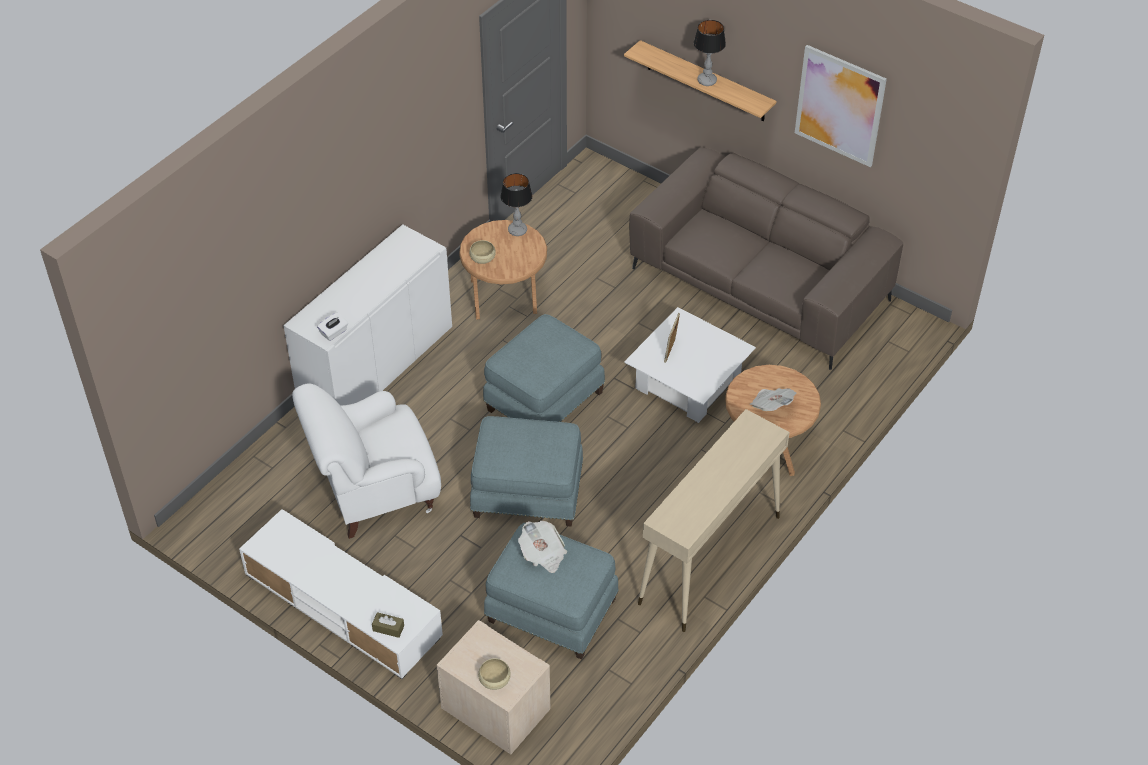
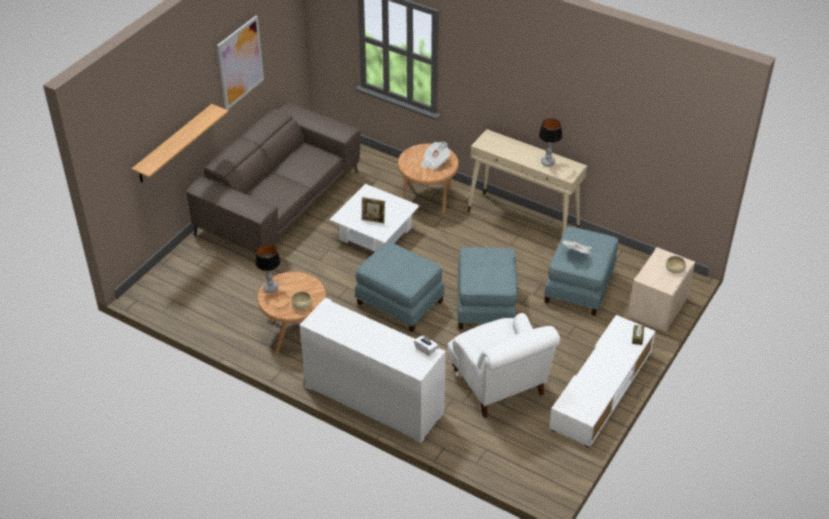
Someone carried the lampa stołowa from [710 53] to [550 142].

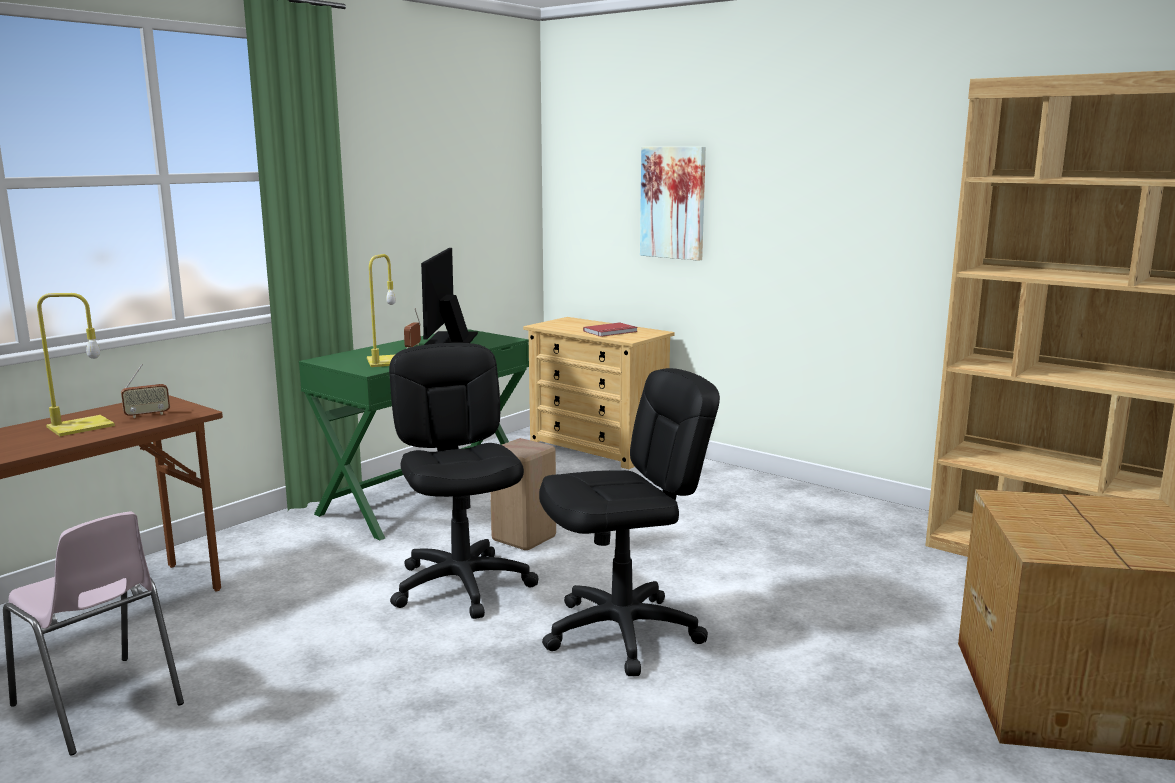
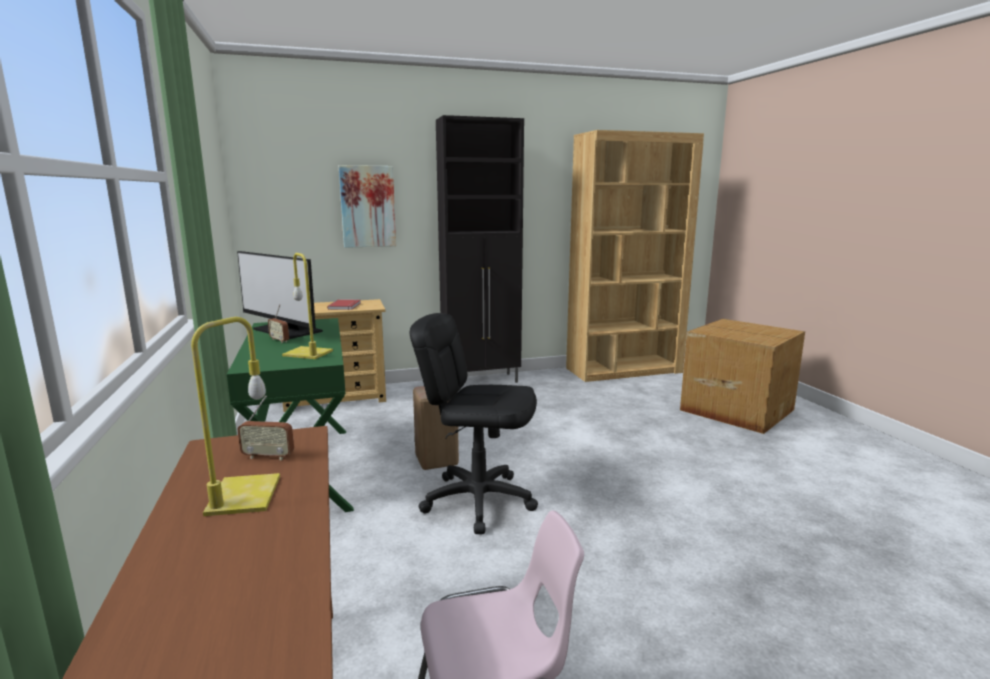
Someone took away the krzesło biurowe [czarny] at [629 522]. Someone put down the szafka [czarny] at [480 249]. Someone rotated the radio at [145 391] by 90 degrees clockwise.

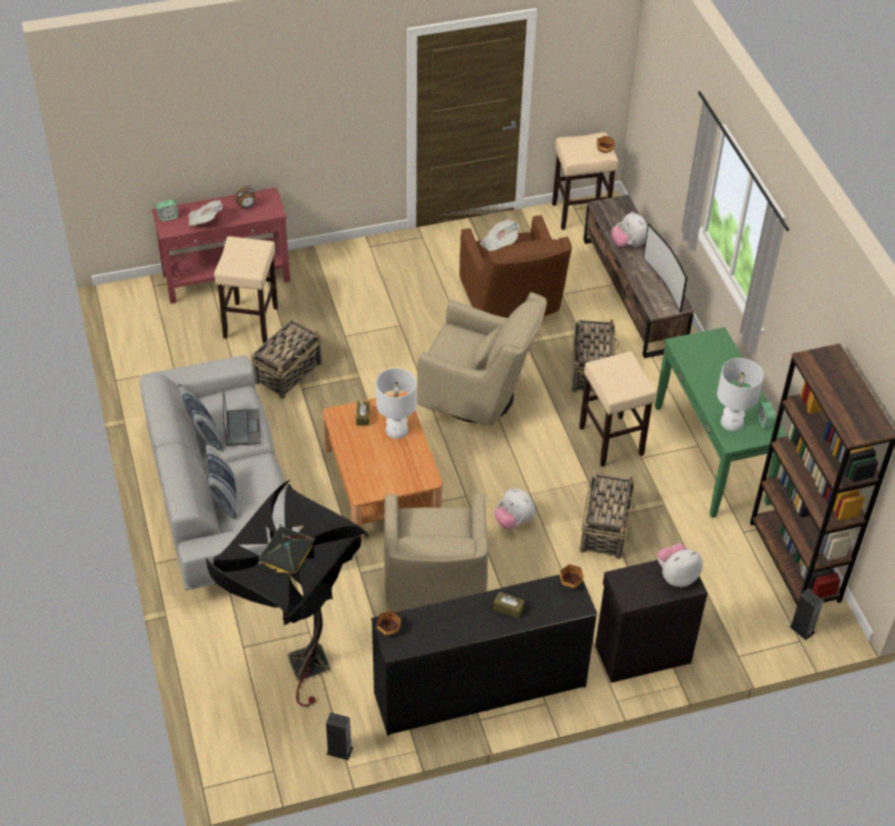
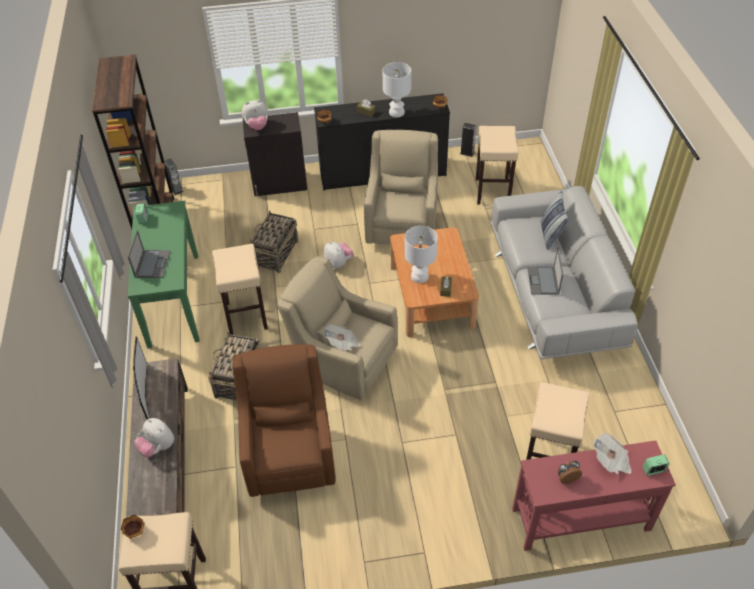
Someone took away the poduszka at [200 417]. Someone took away the koszyk at [286 359]. Someone put down the laptop at [149 254]. Someone carried the gazeta from [500 235] to [341 337]. Someone carried the lampa stołowa [biały] from [740 394] to [397 89]. Someone swapped the lampa stojąca [czarny] at [287 592] for the stołek [beżowy] at [497 165]. Someone rotated the pluszak at [629 229] by 150 degrees clockwise.

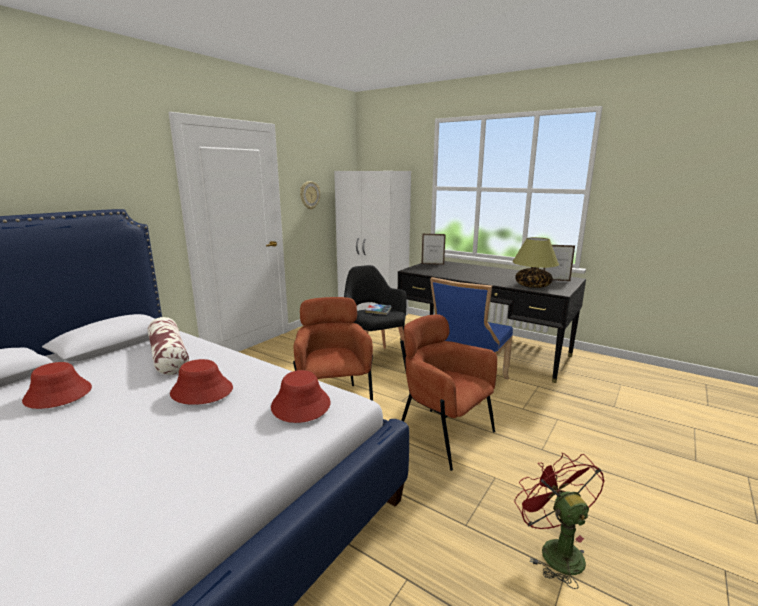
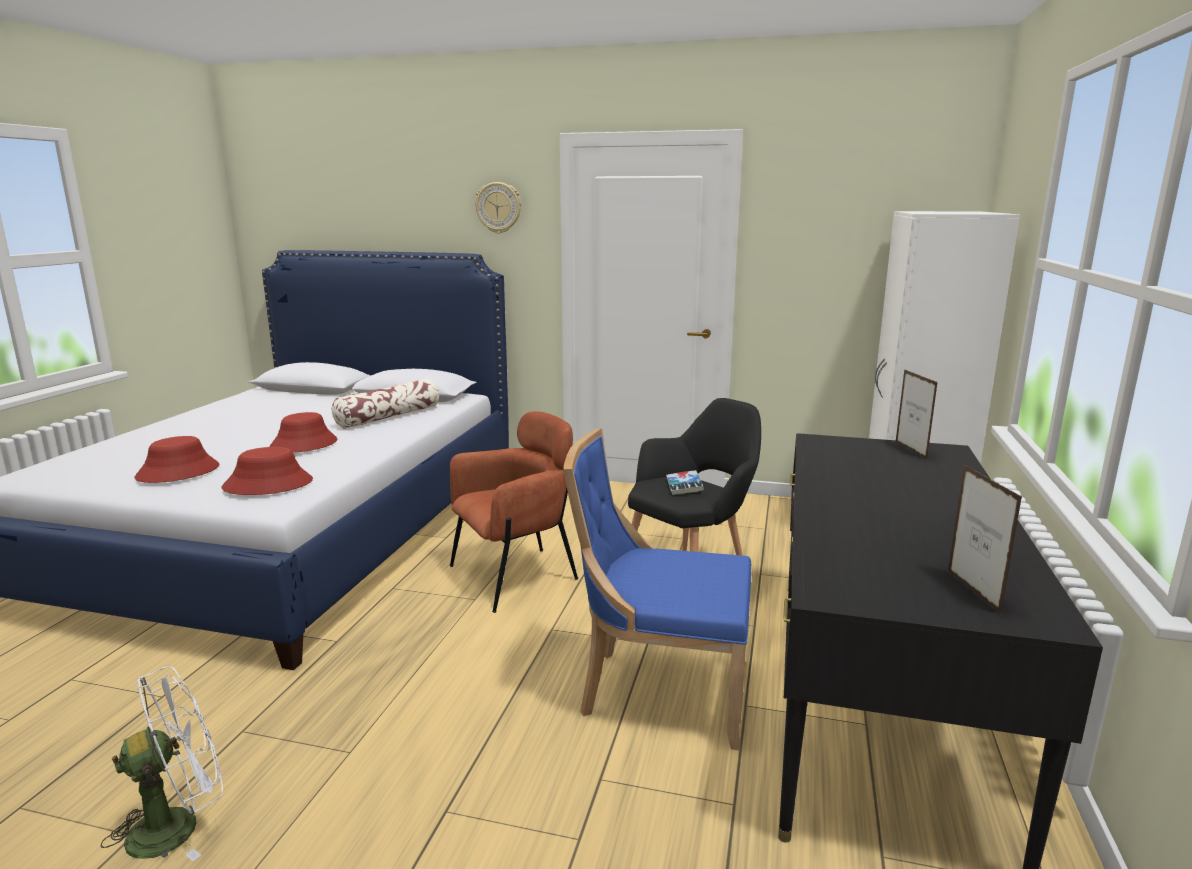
Someone took away the fotel [brązowy] at [448 392]. Someone took away the lampa stołowa at [535 262]. Someone carried the kapelusz [czerwony] from [57 385] to [176 459]. Someone carried the zegar ścienny from [310 195] to [498 207]. Someone repainted the wentylator [czerwony] at [559 521], which became the wentylator [biały] at [162 763].

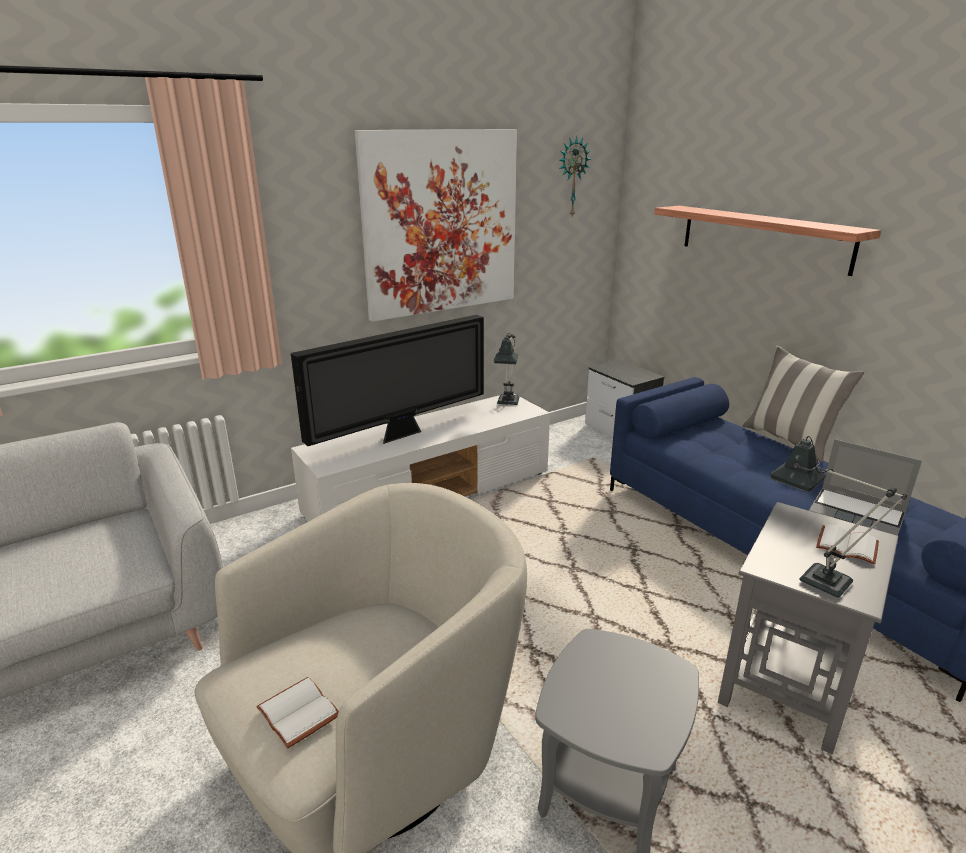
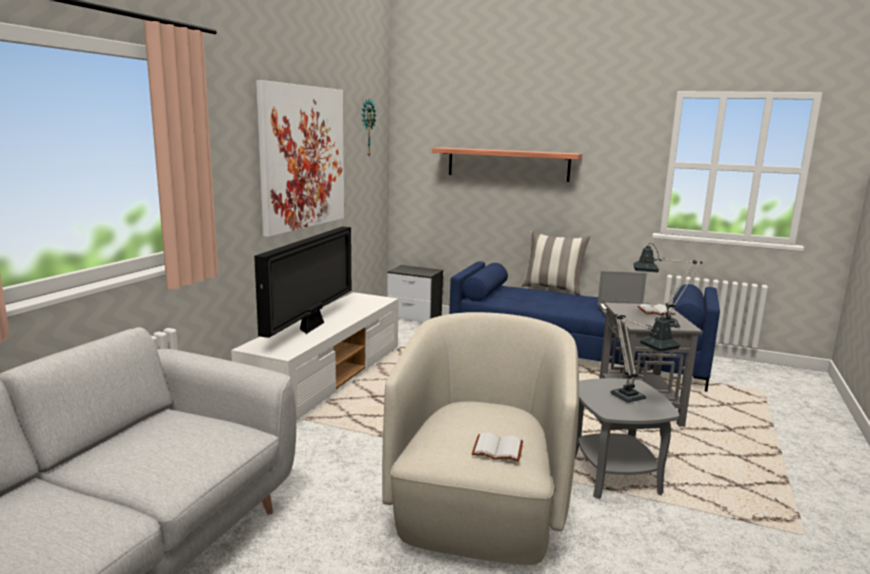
Someone carried the lampa stołowa from [506 369] to [645 358].

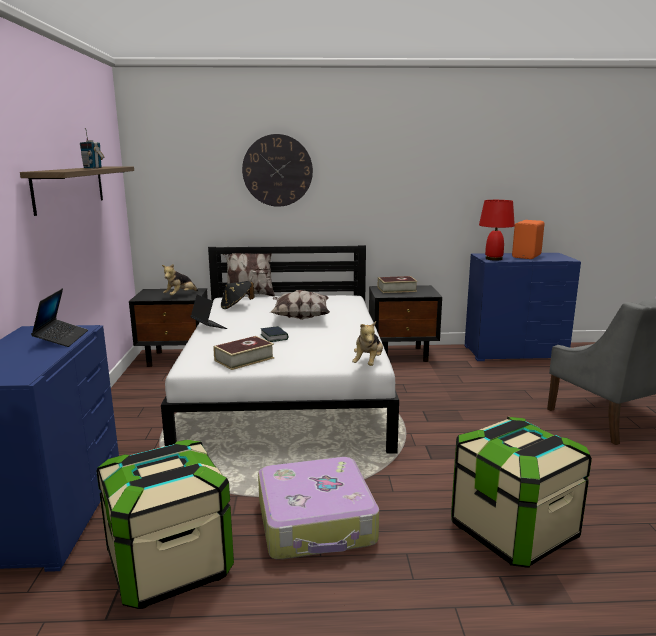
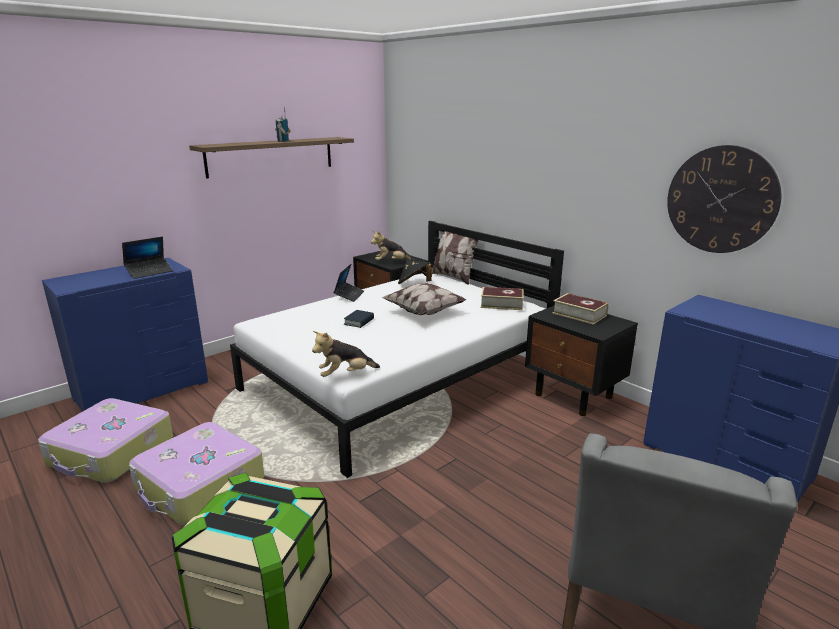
Someone took away the lampa stołowa [czerwony] at [497 230]. Someone took away the głośnik [pomarańczowy] at [528 239]. Someone carried the książka from [244 353] to [502 298]. Someone carried the zegar ścienny from [277 170] to [724 199]. Someone swapped the pojemnik do przechowywania at [165 524] for the walizka at [105 440].

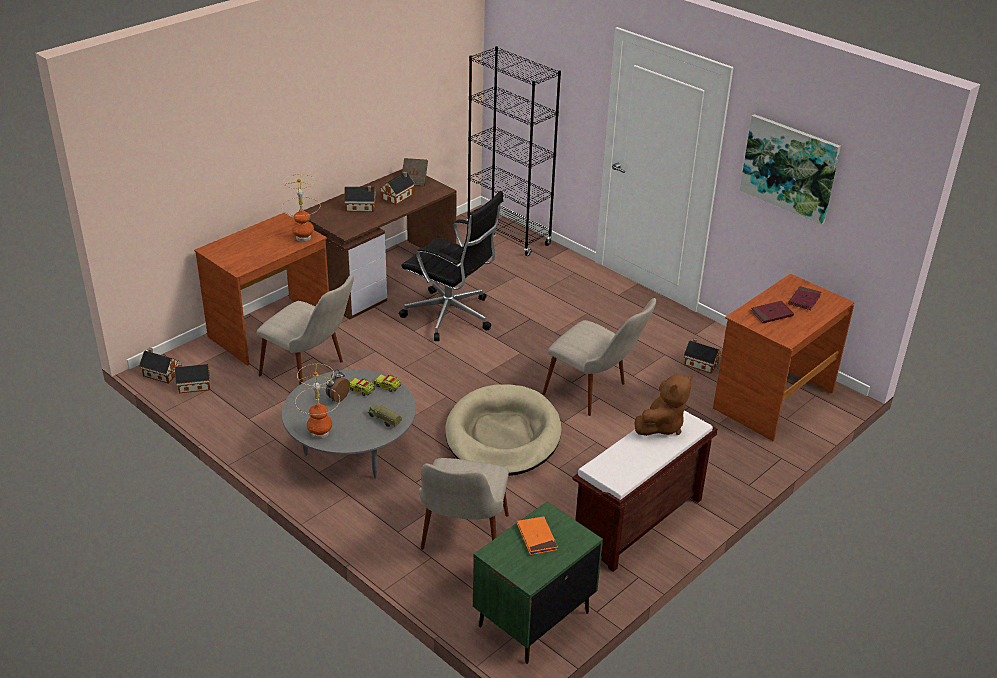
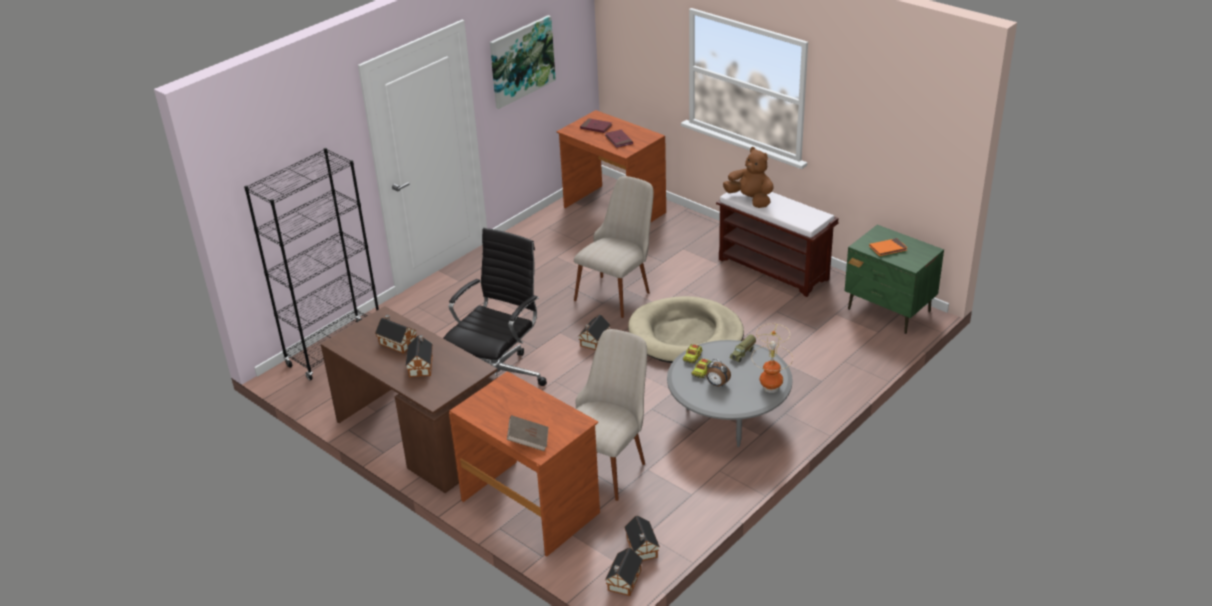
Someone took away the lampa stołowa at [301 208]. Someone took away the krzesło [beżowy] at [464 504]. Someone carried the książka [brązowy] from [415 172] to [527 433]. Someone carried the domek from [702 356] to [594 332].

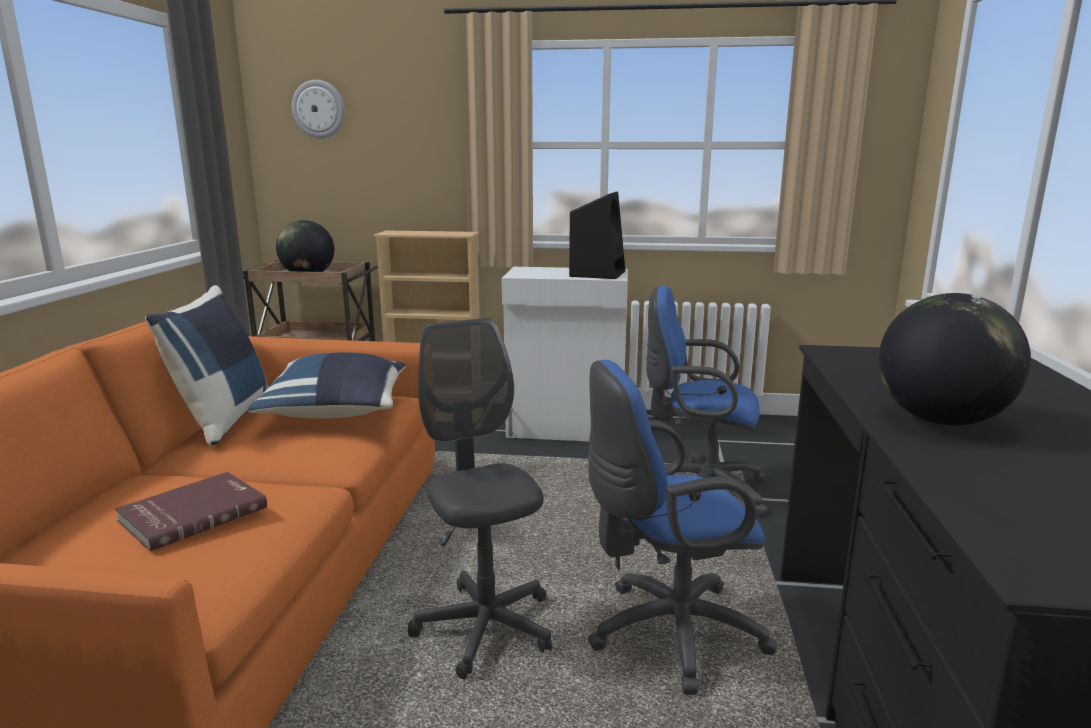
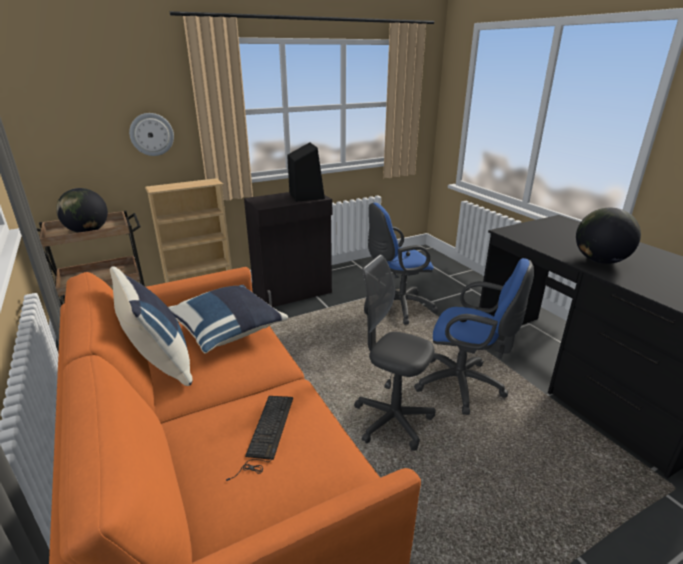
Someone carried the zegar ścienny from [318 109] to [151 134]. Someone swapped the książka [czerwony] at [191 511] for the klawiatura at [259 438]. Someone repainted the szafka [biały] at [565 354], which became the szafka [czarny] at [288 249]. Someone rotated the krzesło biurowe [niebieski] at [682 527] by 105 degrees counterclockwise.

